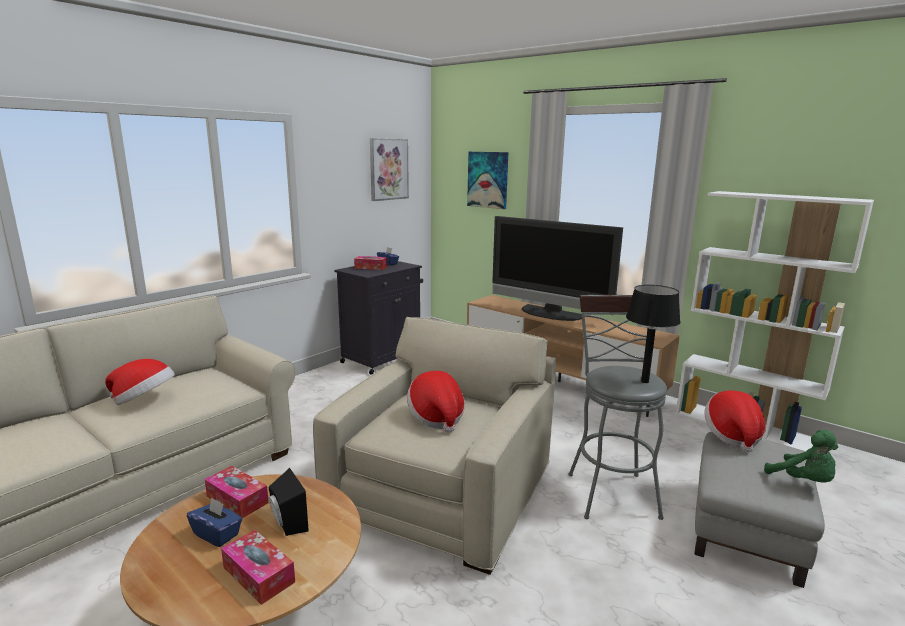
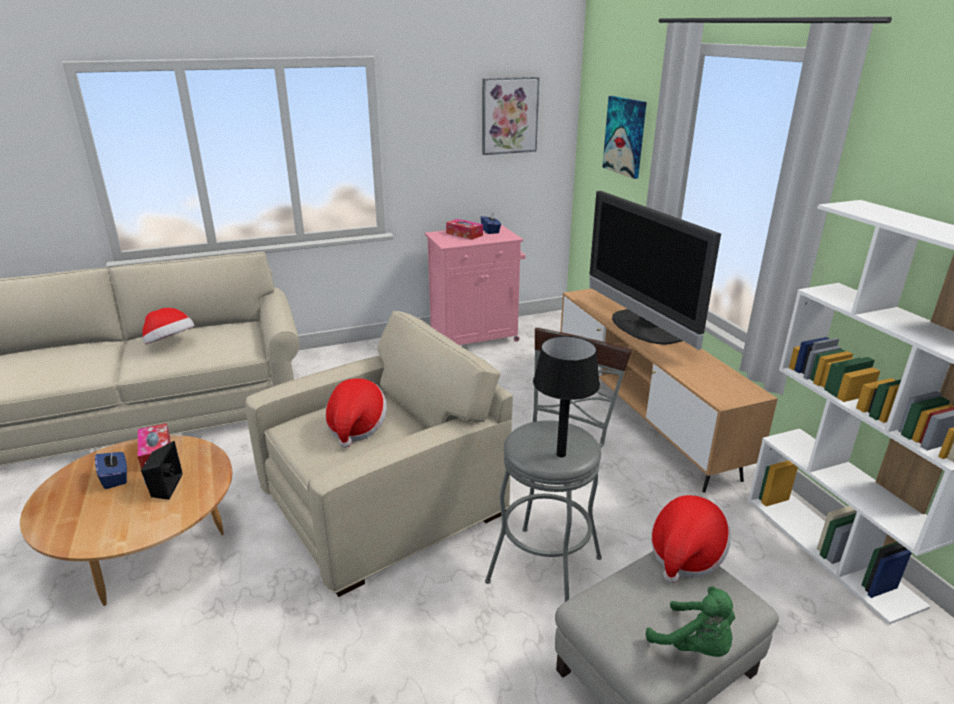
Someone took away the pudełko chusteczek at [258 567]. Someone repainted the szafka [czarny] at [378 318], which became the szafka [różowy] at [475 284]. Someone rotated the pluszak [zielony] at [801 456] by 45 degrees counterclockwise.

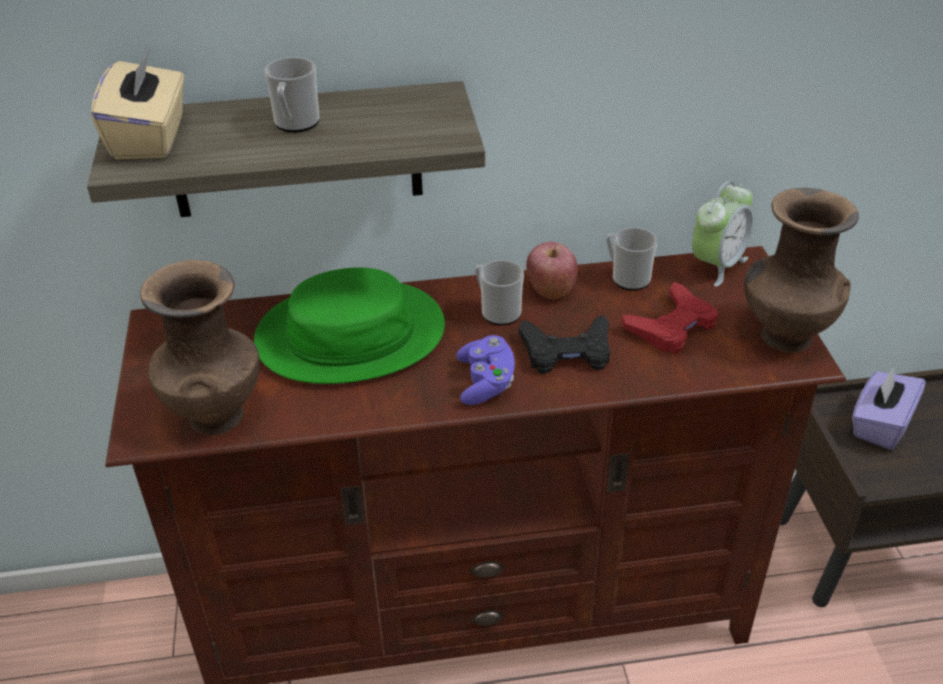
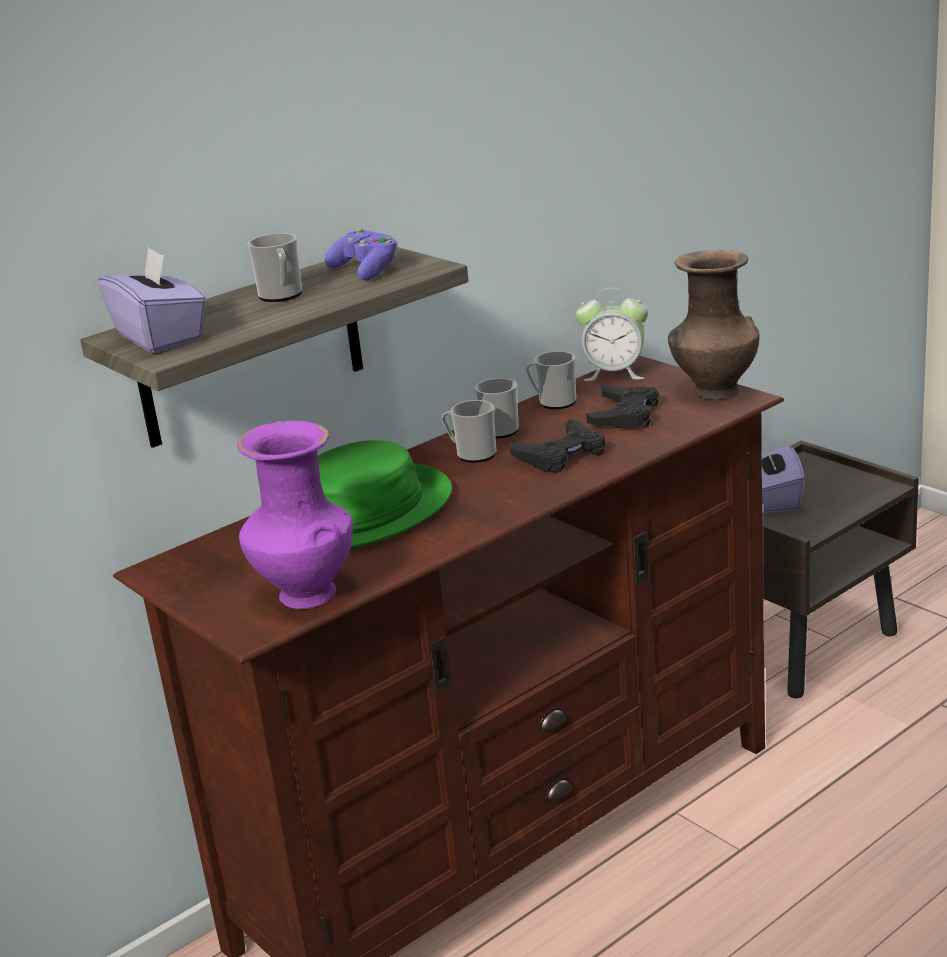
Someone carried the pad do gier [fioletowy] from [485 370] to [361 254]. Someone swapped the jabłko at [552 270] for the kubek at [497 408]. Someone repainted the pudełko chusteczek [beżowy] at [137 104], which became the pudełko chusteczek [fioletowy] at [152 299]. Someone repainted the wazon [brązowy] at [199 347], which became the wazon [fioletowy] at [295 515]. Someone repainted the pad do gier [czerwony] at [670 318], which became the pad do gier [czarny] at [622 406]. Someone rotated the budzik at [722 234] by 90 degrees clockwise.

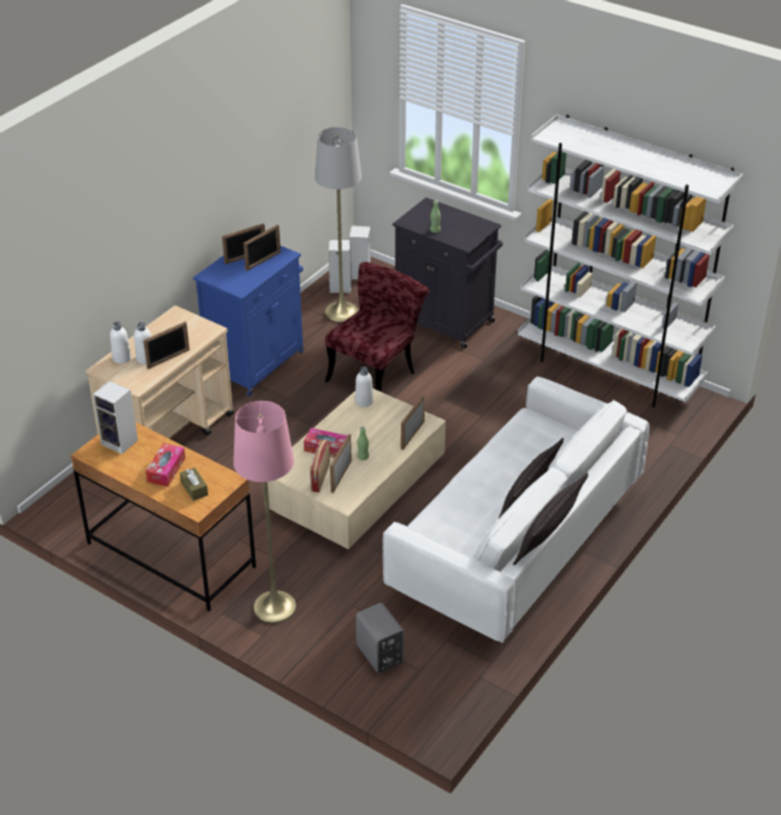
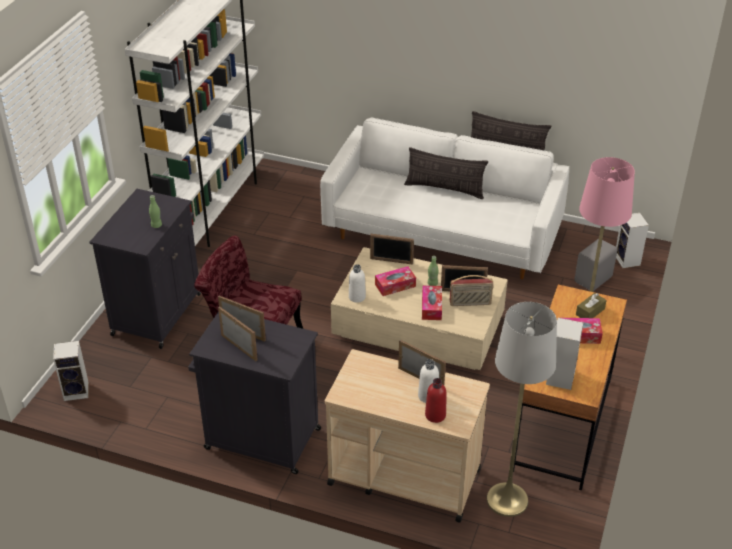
Someone put down the pudełko chusteczek at [395 281]. Someone carried the lampa stojąca [szary] from [338 224] to [521 409]. Someone carried the głośnik from [340 266] to [632 240]. Someone repainted the butelka [biały] at [120 343], which became the butelka [czerwony] at [436 400]. Someone repainted the szafka [niebieski] at [248 321], which became the szafka [czarny] at [254 392].

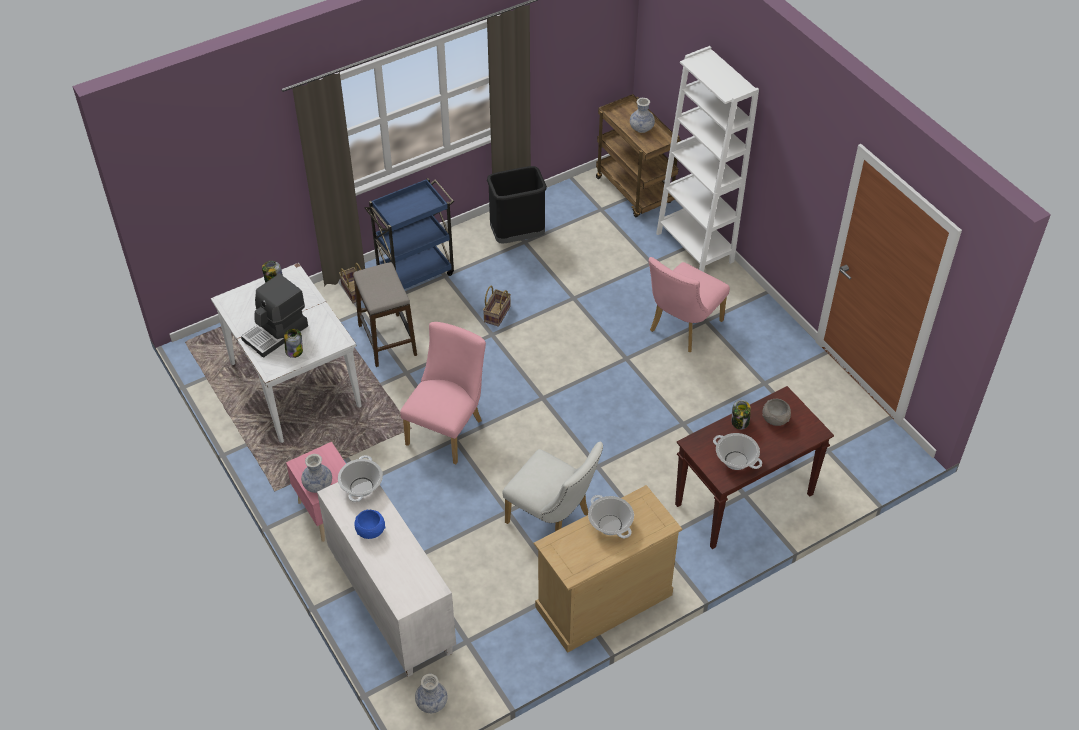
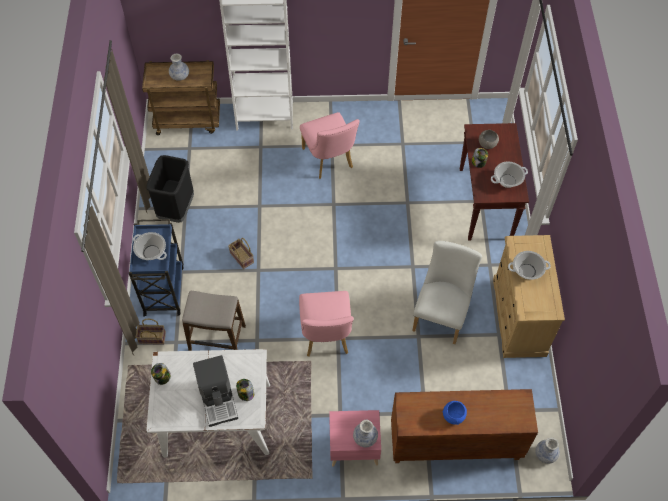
Someone carried the garnek from [360 478] to [150 246]. Someone repainted the szafka [biały] at [386 579], which became the szafka [brązowy] at [464 426]. Someone rotated the krzesło [różowy] at [443 393] by 150 degrees counterclockwise. Someone rotated the krzesło [biały] at [553 486] by 45 degrees counterclockwise.

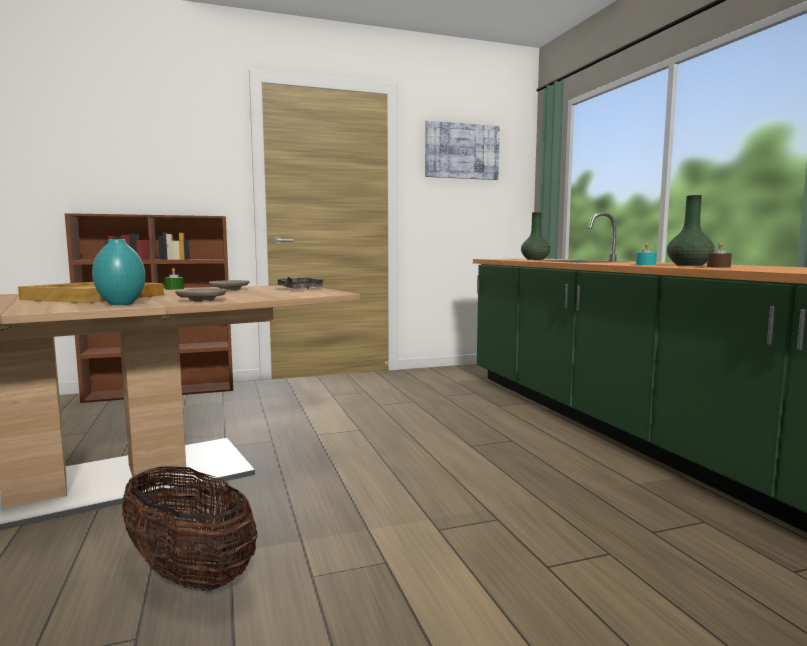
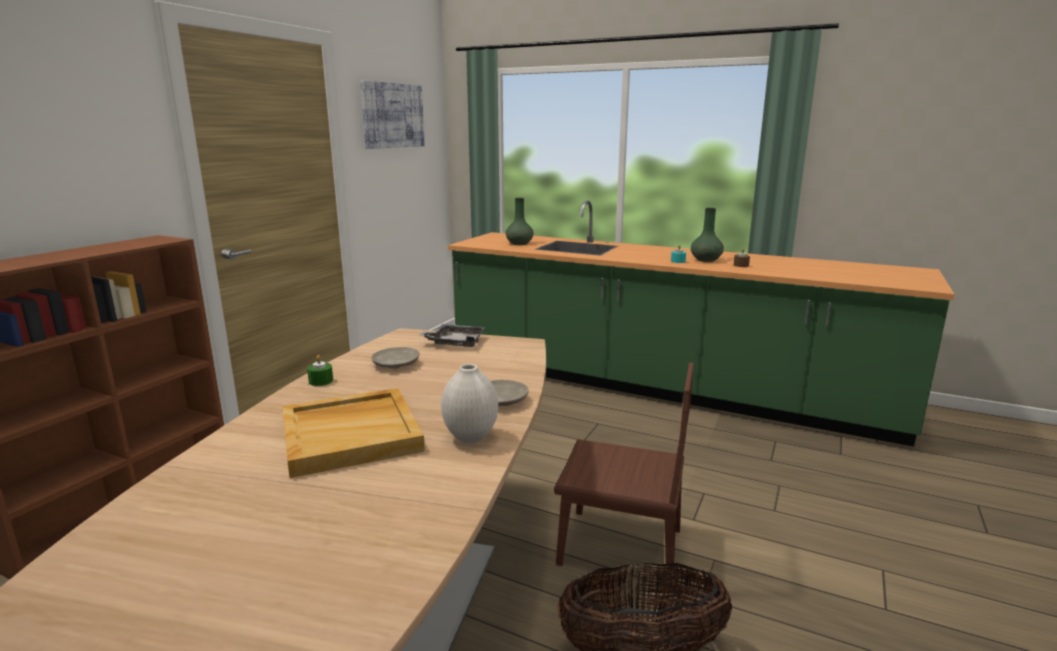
Someone put down the krzesło [brązowy] at [624 471]. Someone repainted the wazon [turkusowy] at [119 272], which became the wazon [biały] at [469 404].

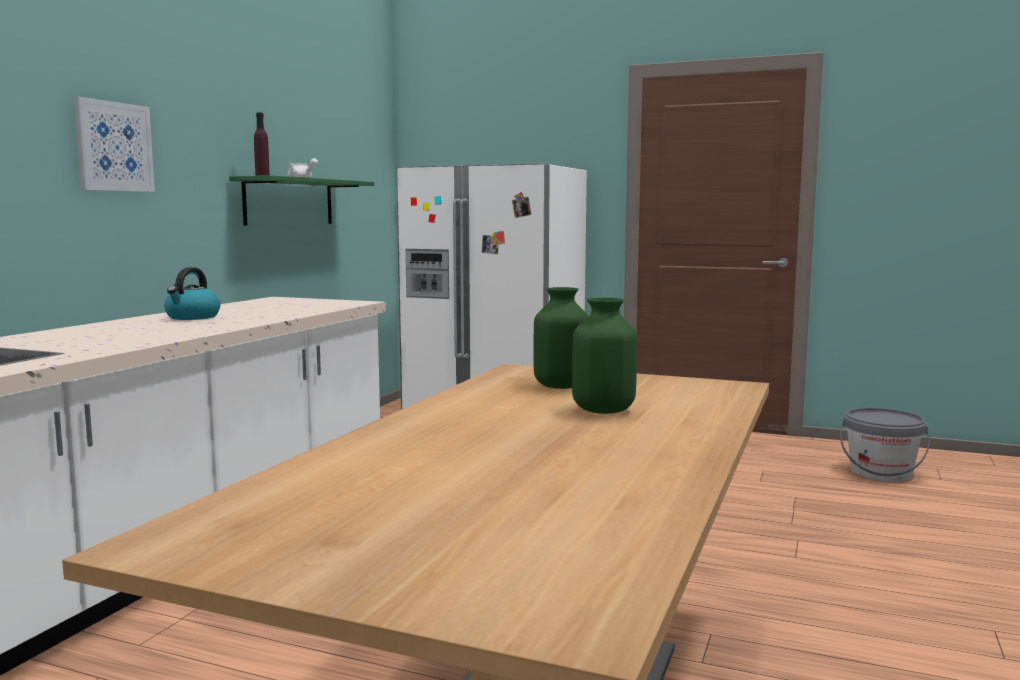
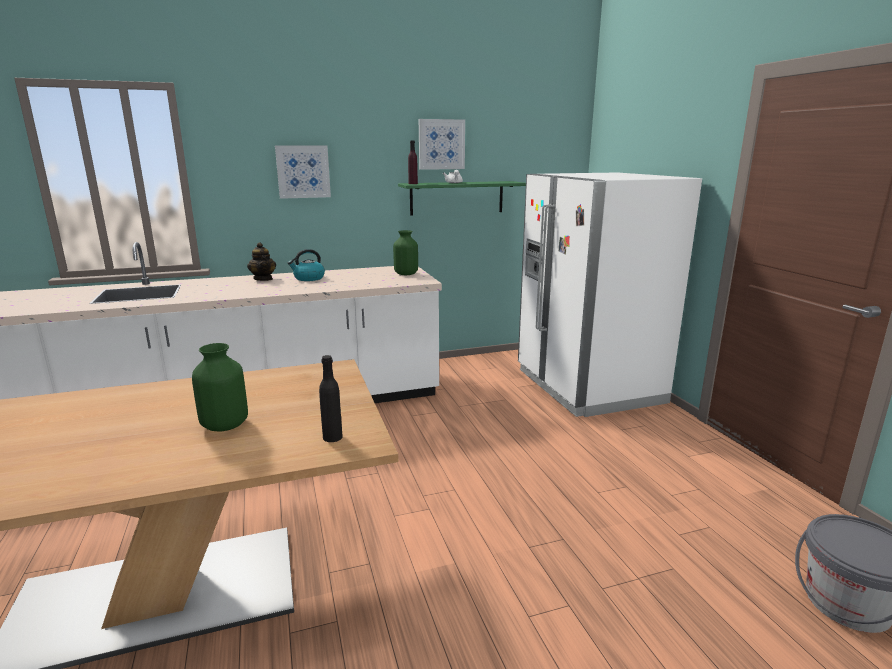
Someone put down the imbryk at [261 261]. Someone put down the butelka [czarny] at [331 398]. Someone put up the obraz at [442 144]. Someone carried the wazon [zielony] from [561 338] to [405 252].

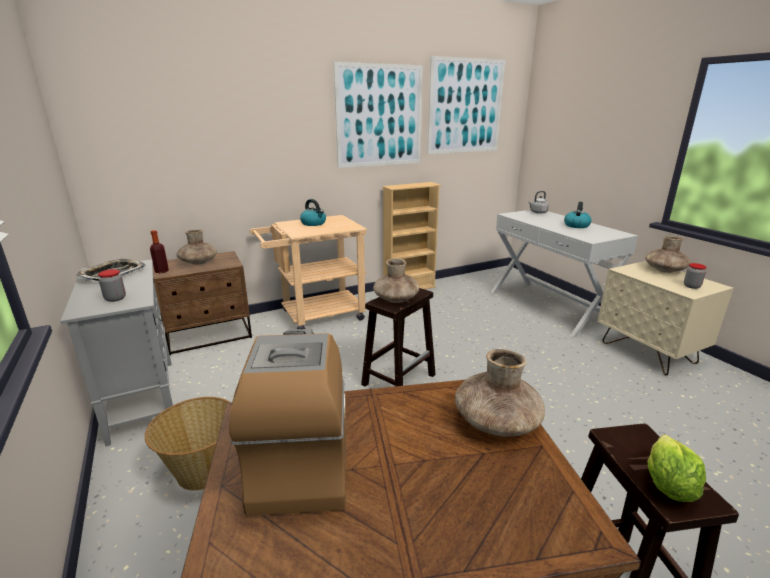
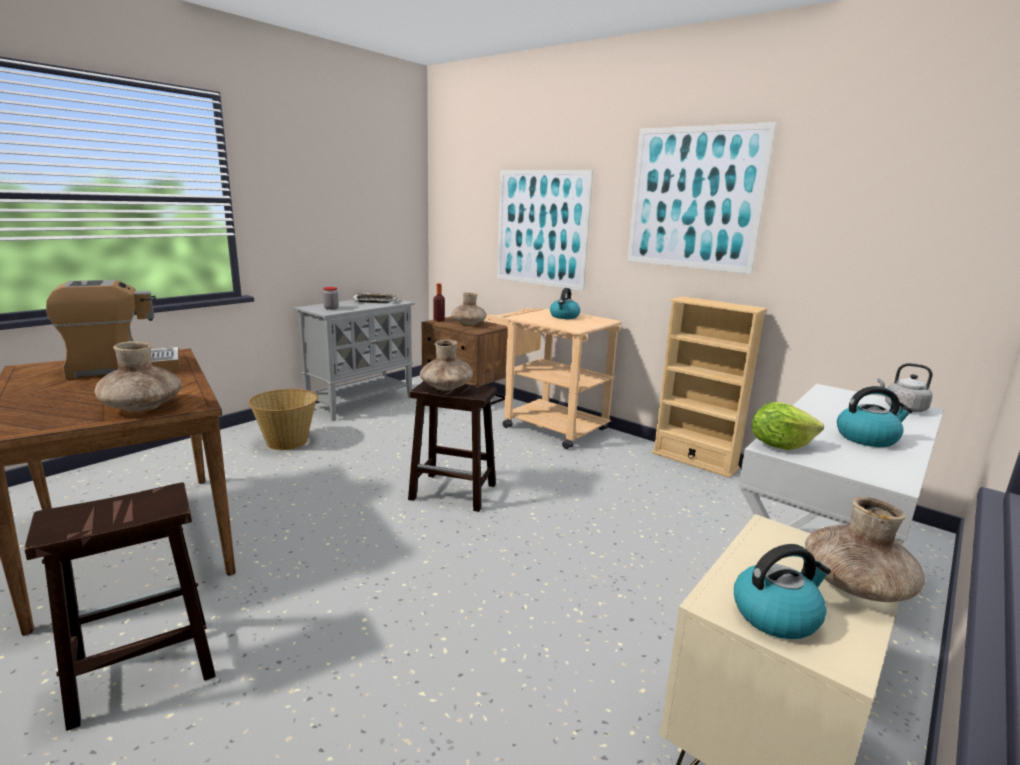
Someone carried the obraz from [466 105] to [545 230]. Someone carried the sałata from [676 468] to [788 426]. Someone swapped the słoik at [695 276] for the czajnik at [782 591].

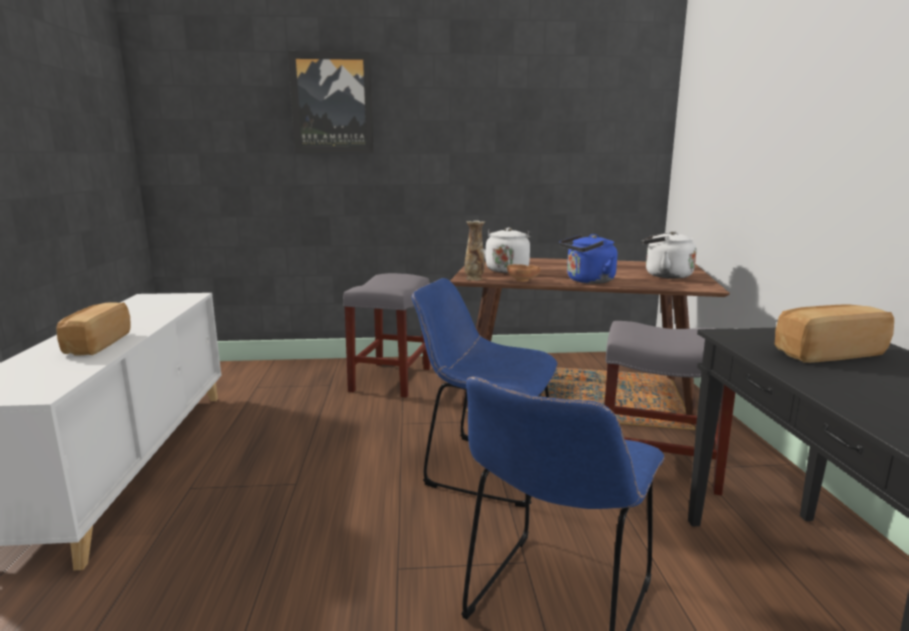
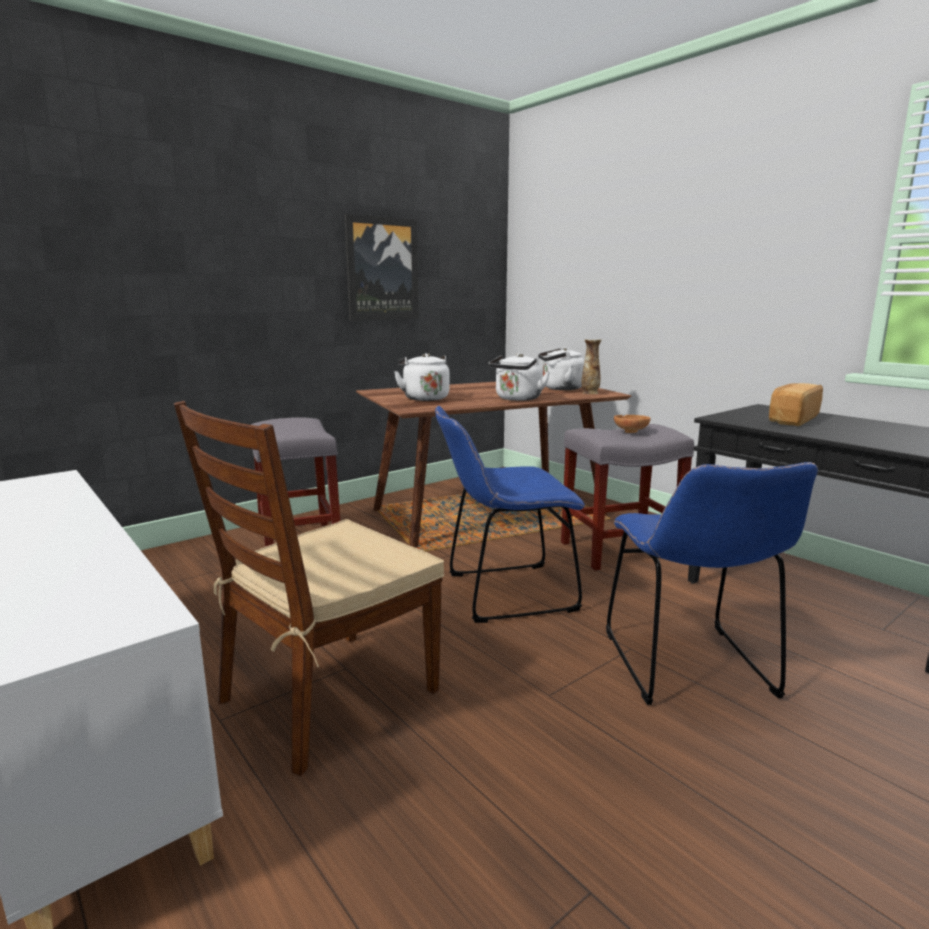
Someone took away the chleb at [94 329]. Someone put down the krzesło [brązowy] at [309 588]. Someone carried the obraz from [331 102] to [381 267]. Someone carried the wazon from [474 250] to [591 366]. Someone carried the miska [brązowy] from [524 273] to [632 424]. Someone repainted the czajnik [niebieski] at [588 259], which became the czajnik [biały] at [519 377].

